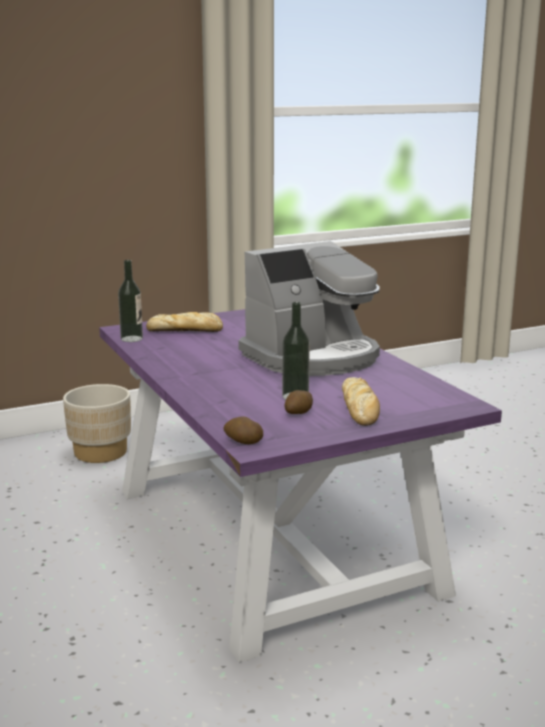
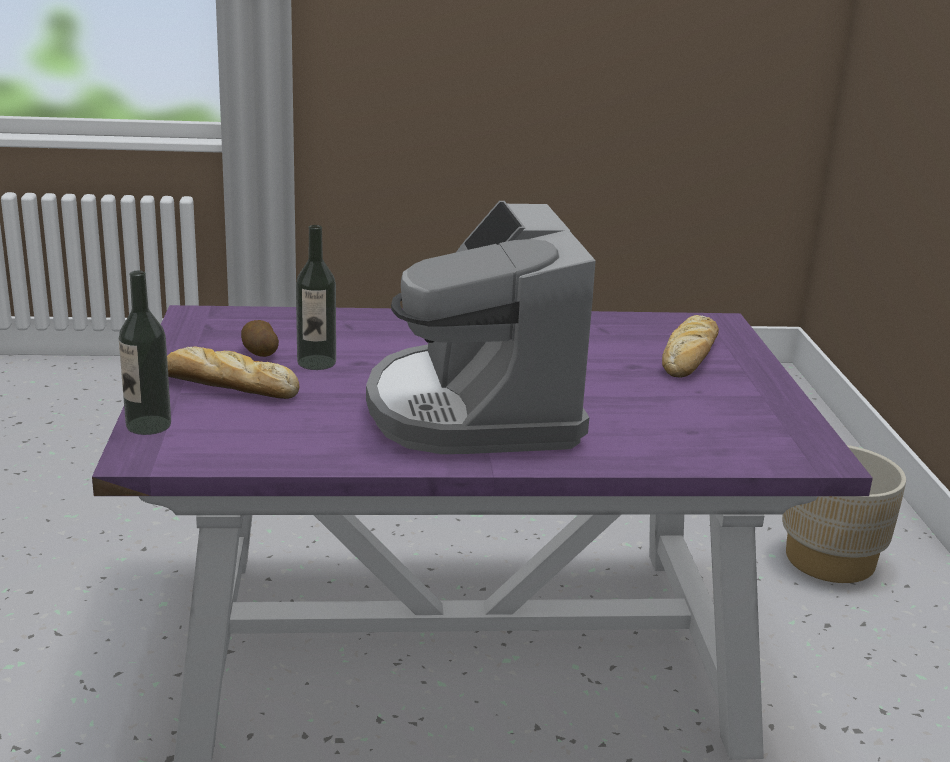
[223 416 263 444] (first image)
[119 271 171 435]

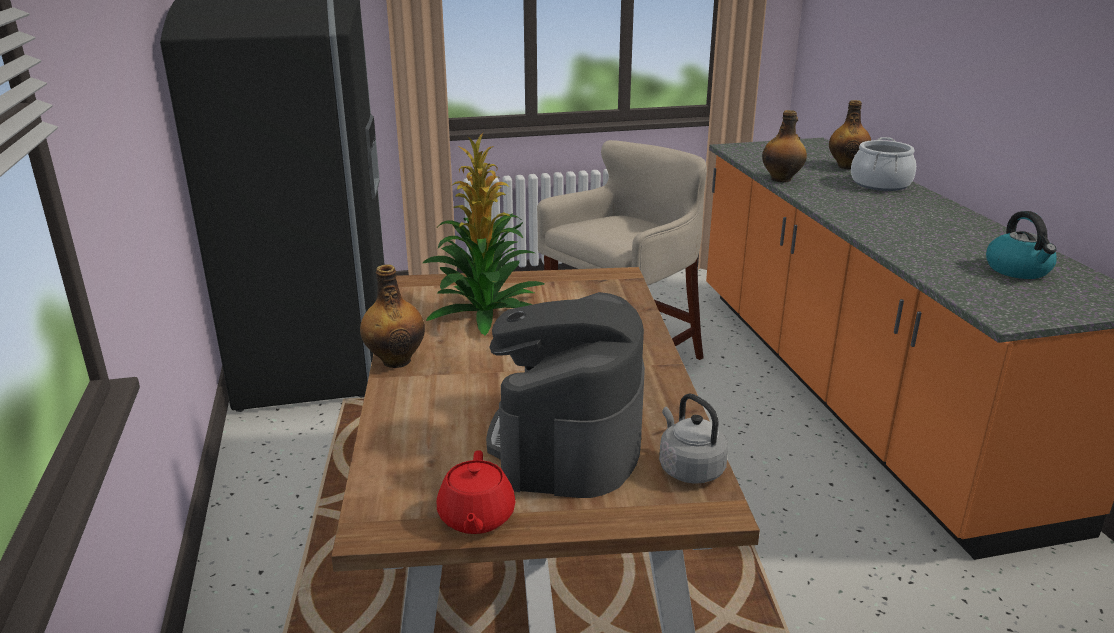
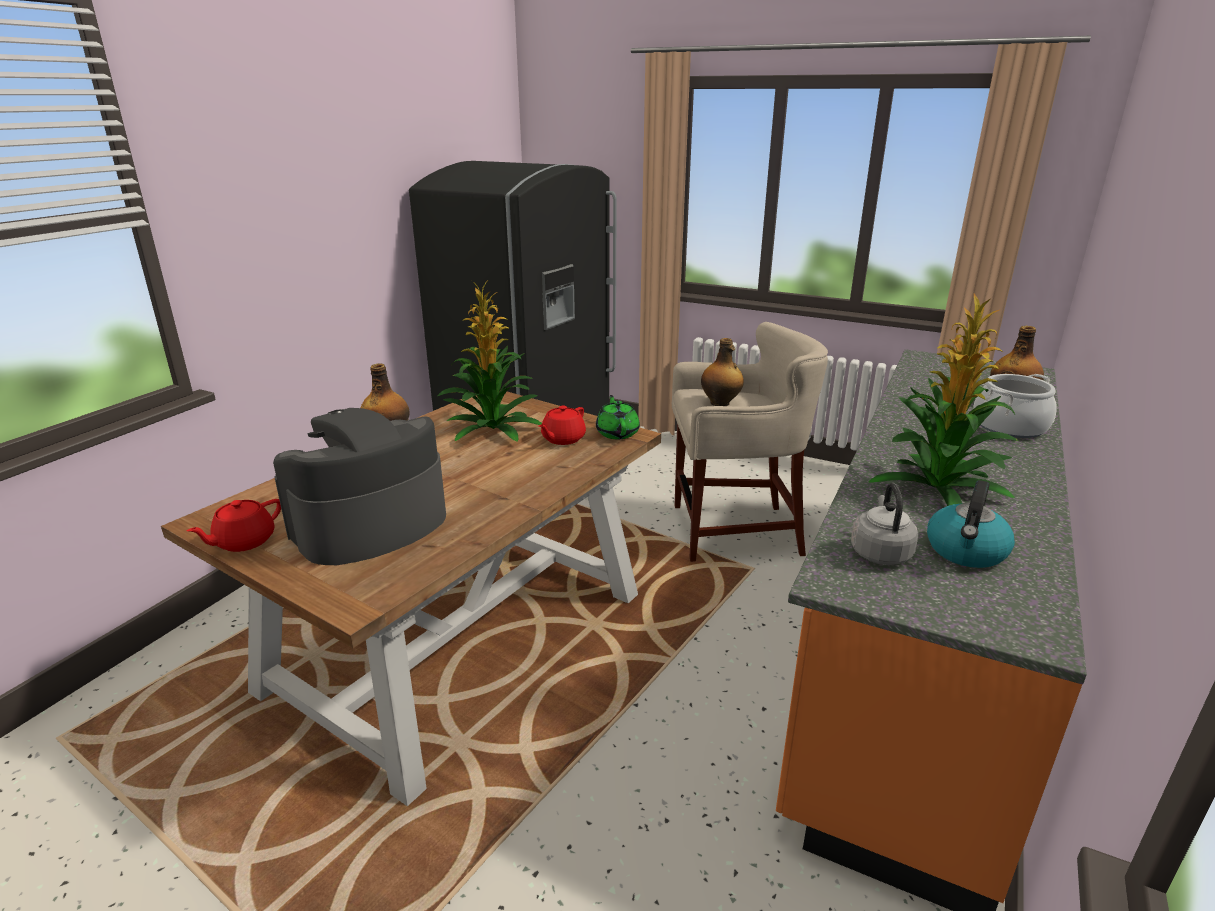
[539 406 586 445]
[596 395 640 439]
[869 294 1019 506]
[851 483 918 565]
[701 338 744 406]

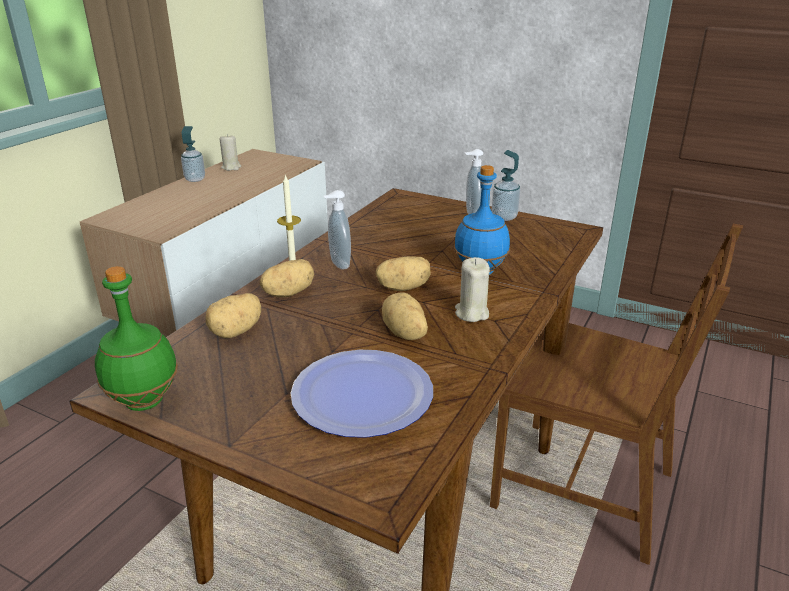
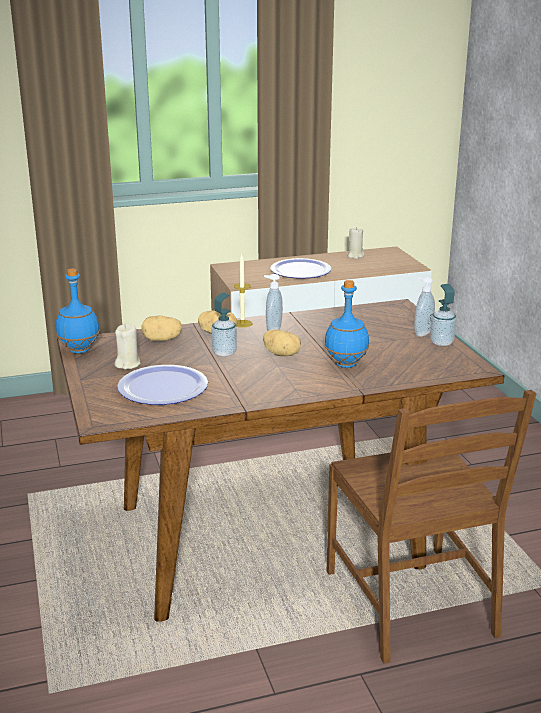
[382 292 428 340] (first image)
[270 258 331 279]
[212 292 237 357]
[114 324 141 370]
[56 269 100 354]

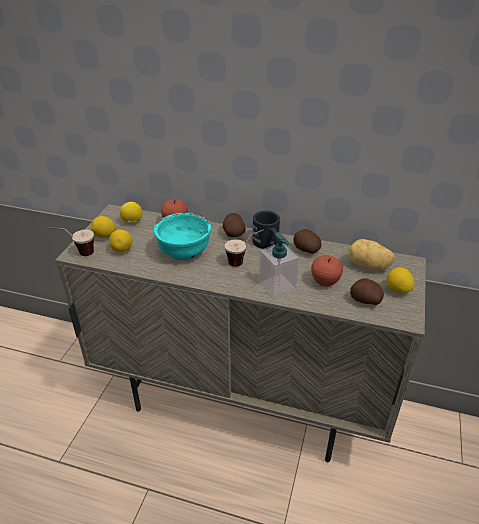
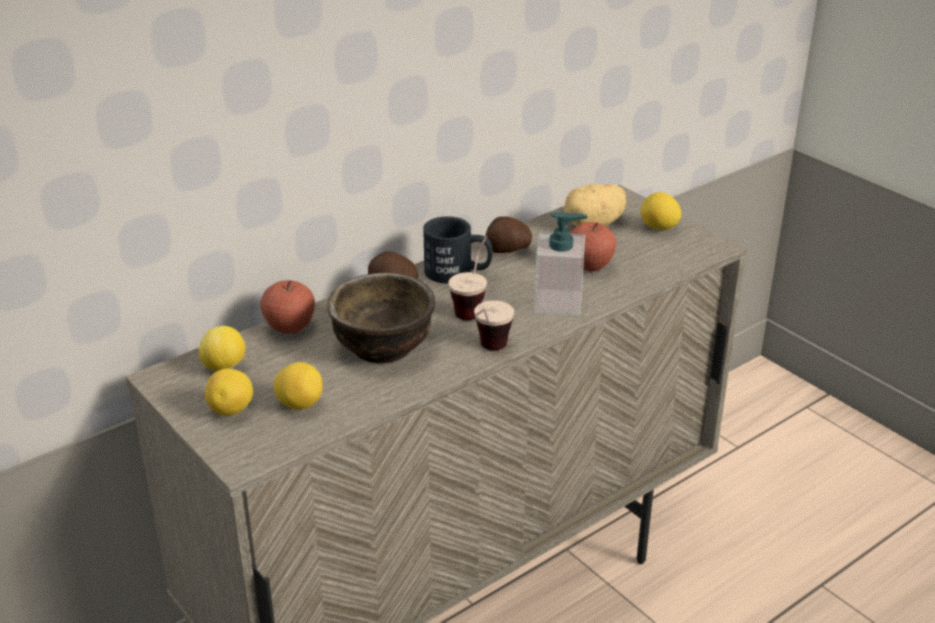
[350 278 384 305] (first image)
[474 300 514 350]
[327 273 435 363]

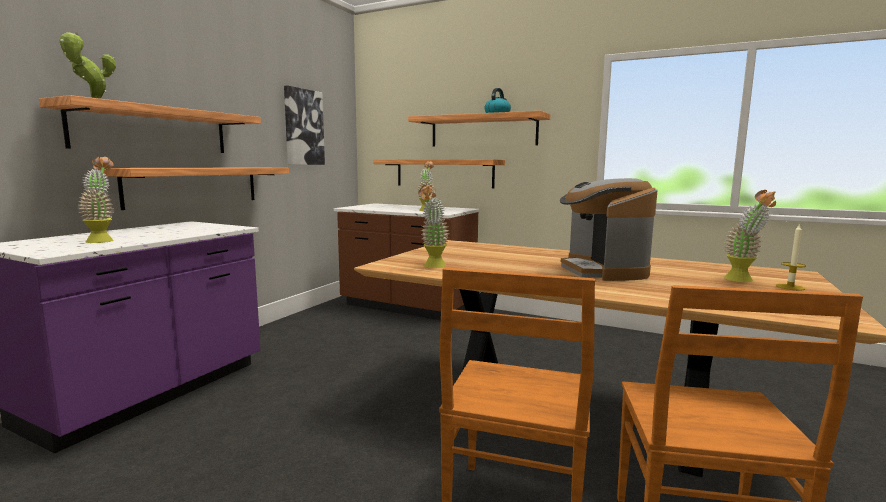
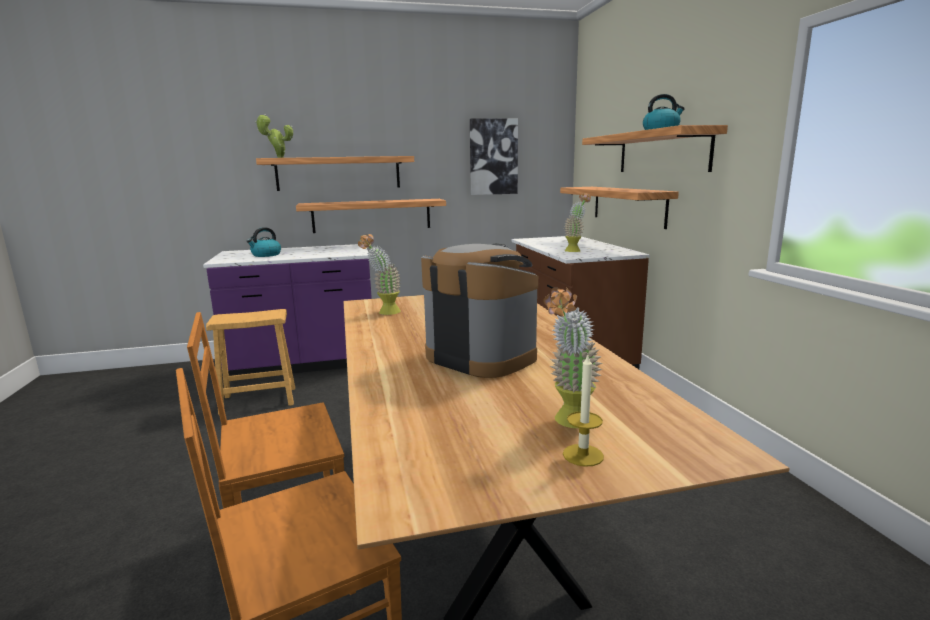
[206 309 295 415]
[246 227 281 257]
[421 244 538 378]

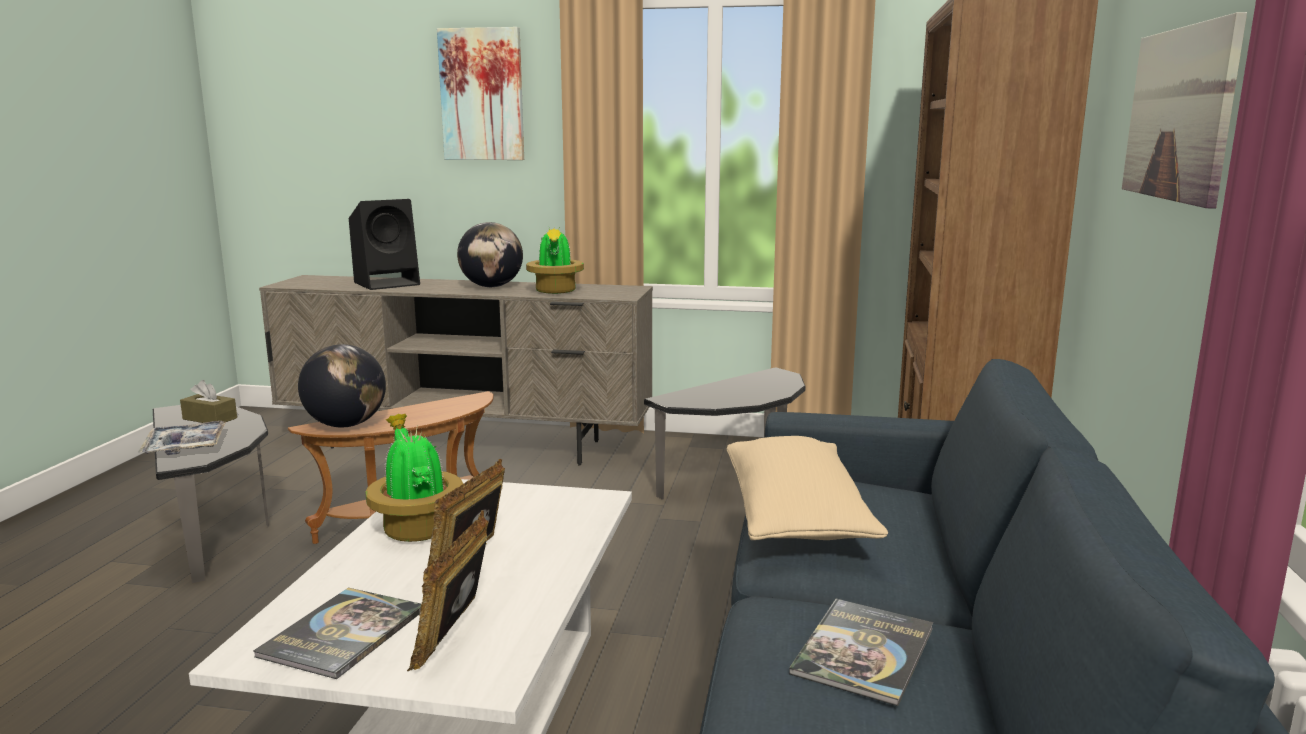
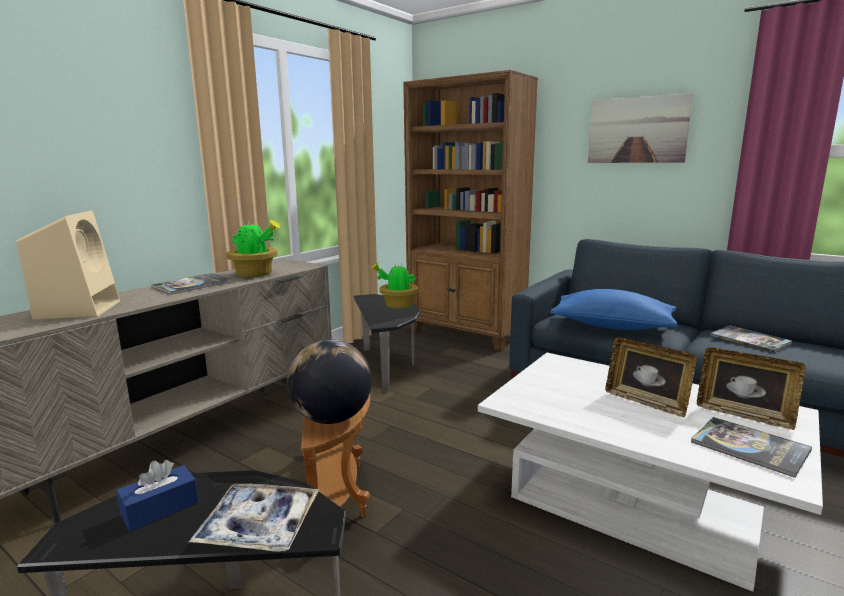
[437 27 524 160] (first image)
[371 263 418 308]
[151 273 231 295]
[116 460 199 531]
[16 210 120 320]
[550 289 678 330]

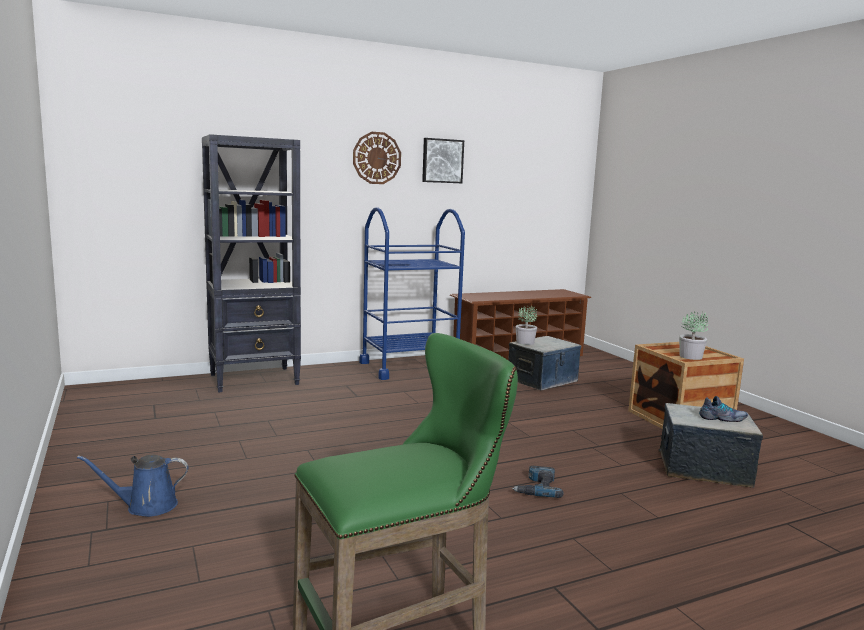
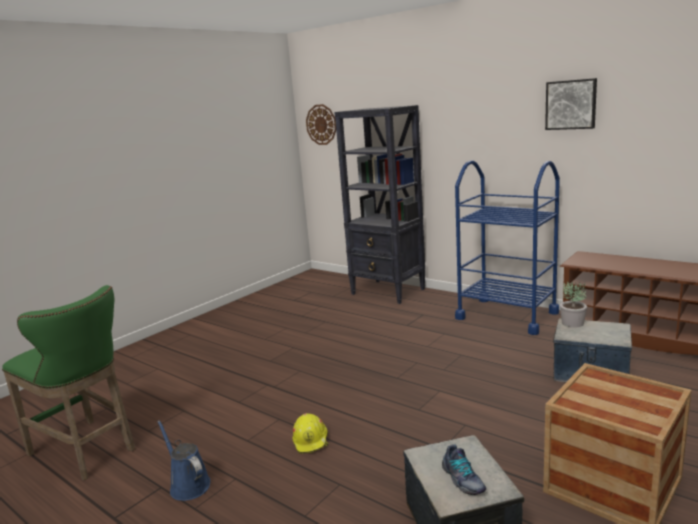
[679 311 708 360] (first image)
[157 420 211 501]
[306 104 336 145]
[292 413 329 454]

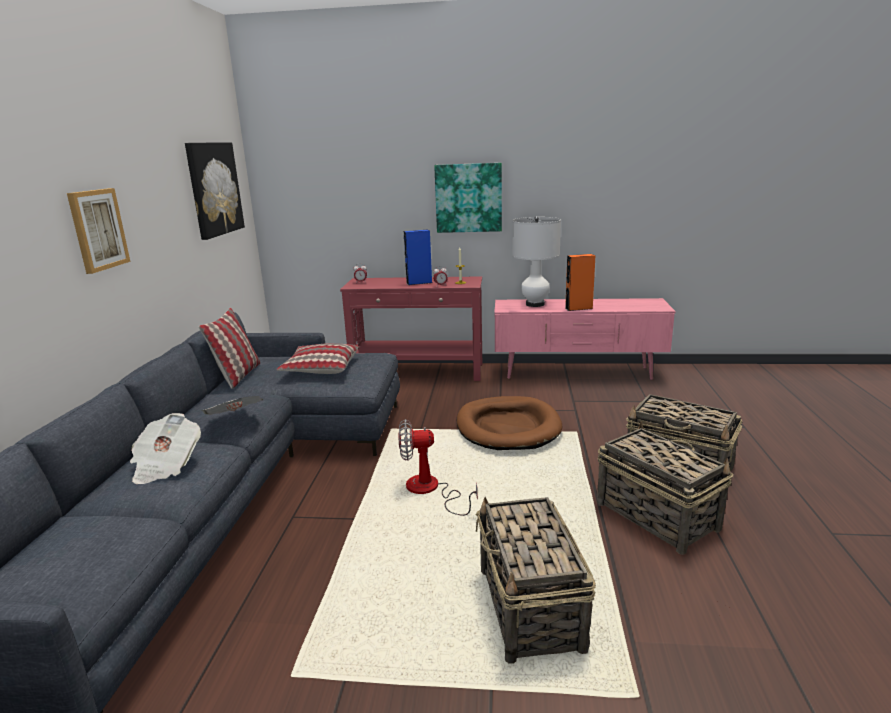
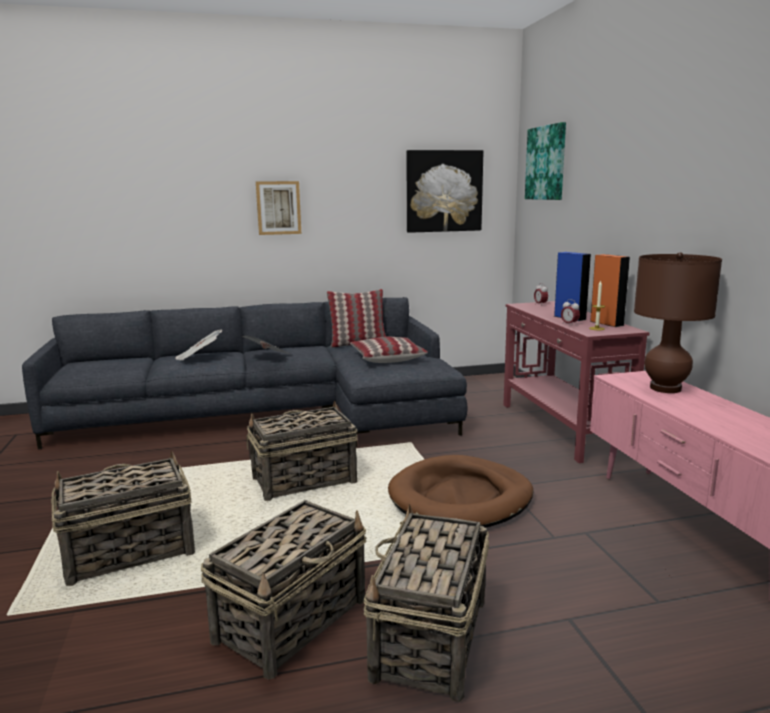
[525 122 566 200]
[590 254 630 327]
[247 400 358 501]
[634 252 722 393]

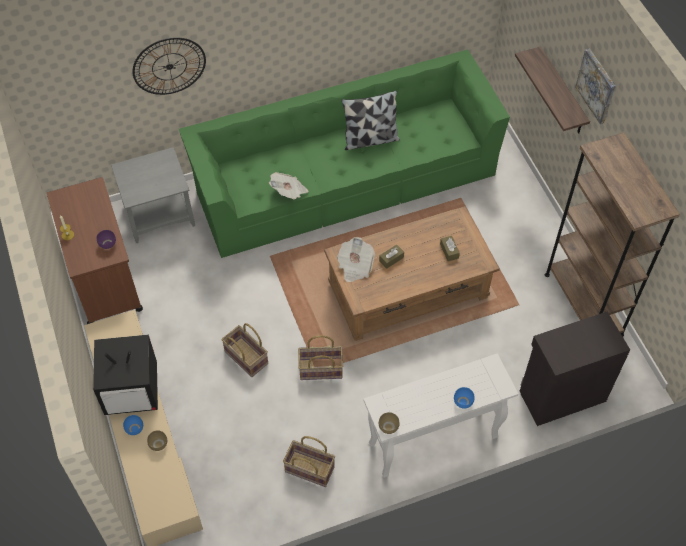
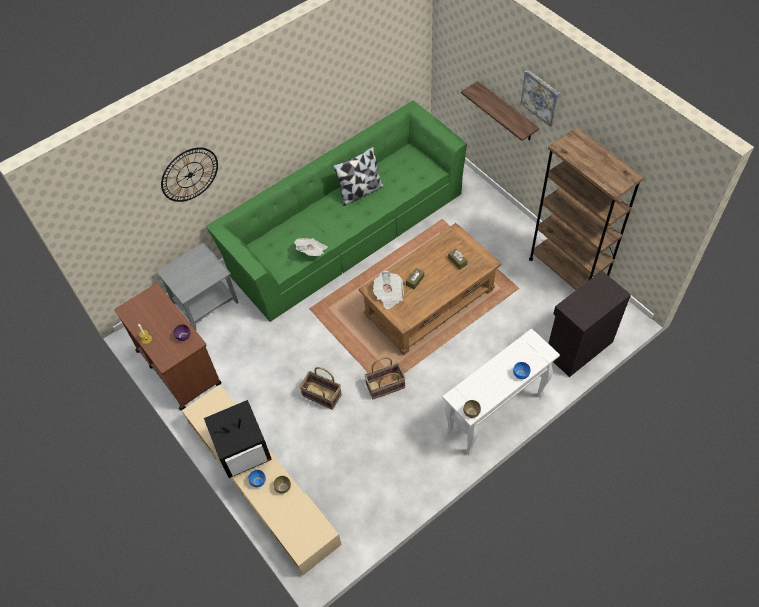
[283 436 335 487] (first image)

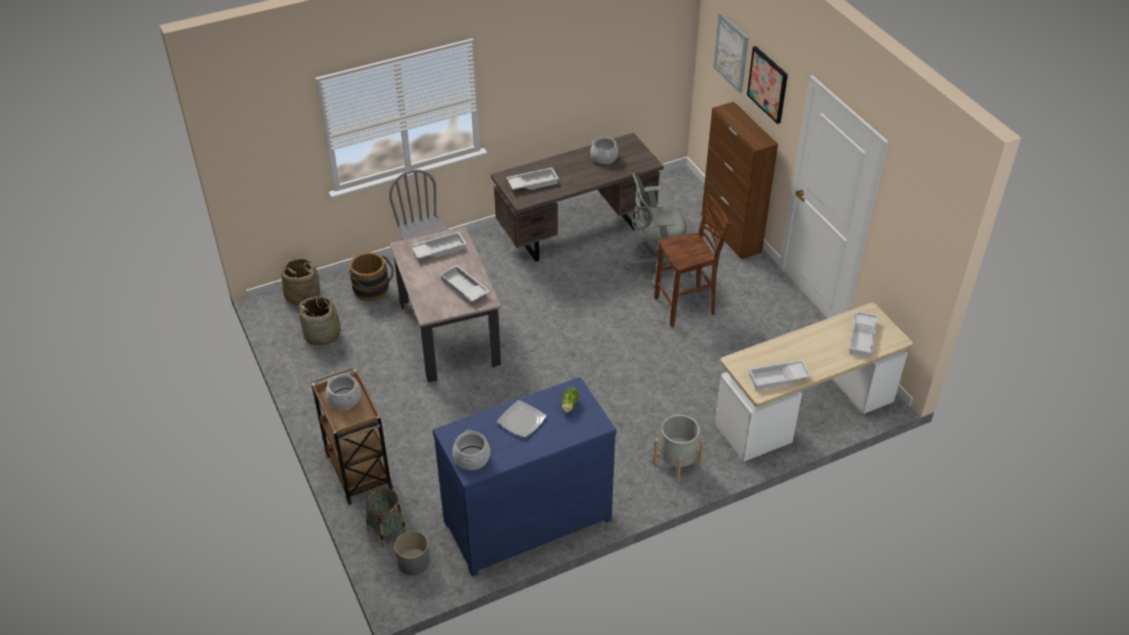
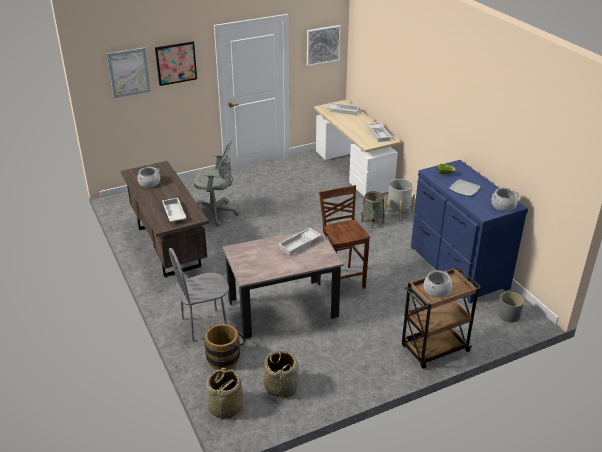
[411 231 466 259] (first image)
[701 102 778 259] (first image)
[307 25 341 66]
[360 191 385 229]
[319 185 370 292]
[194 140 240 226]

